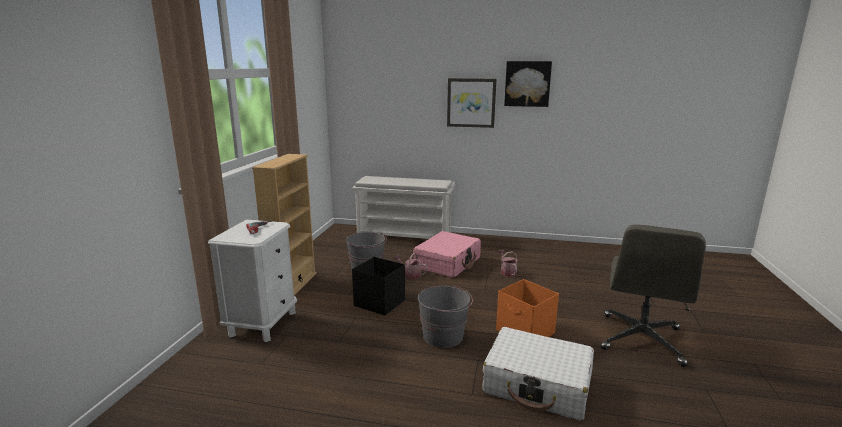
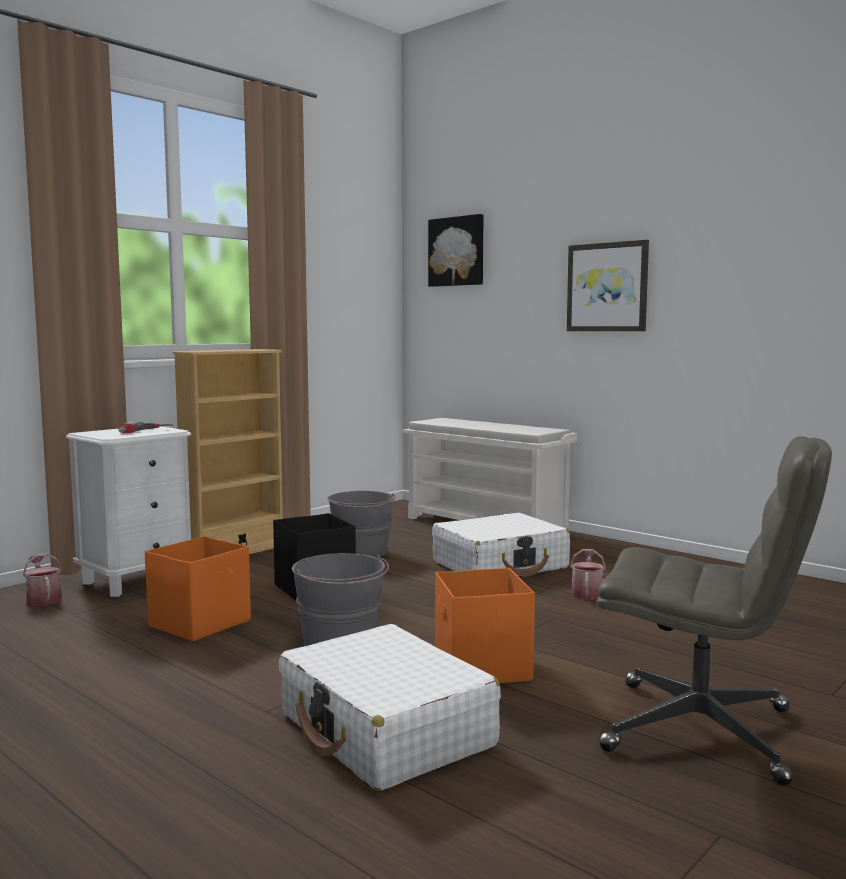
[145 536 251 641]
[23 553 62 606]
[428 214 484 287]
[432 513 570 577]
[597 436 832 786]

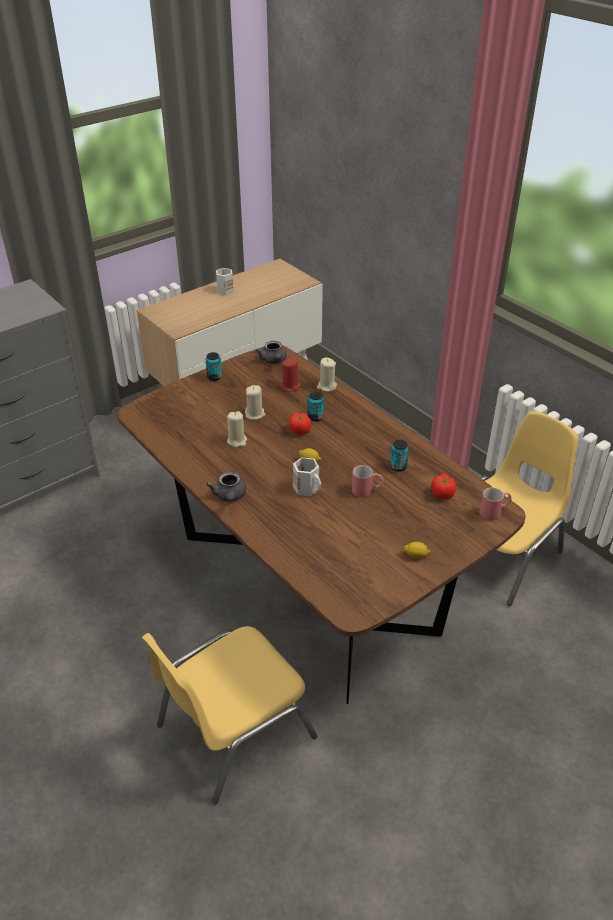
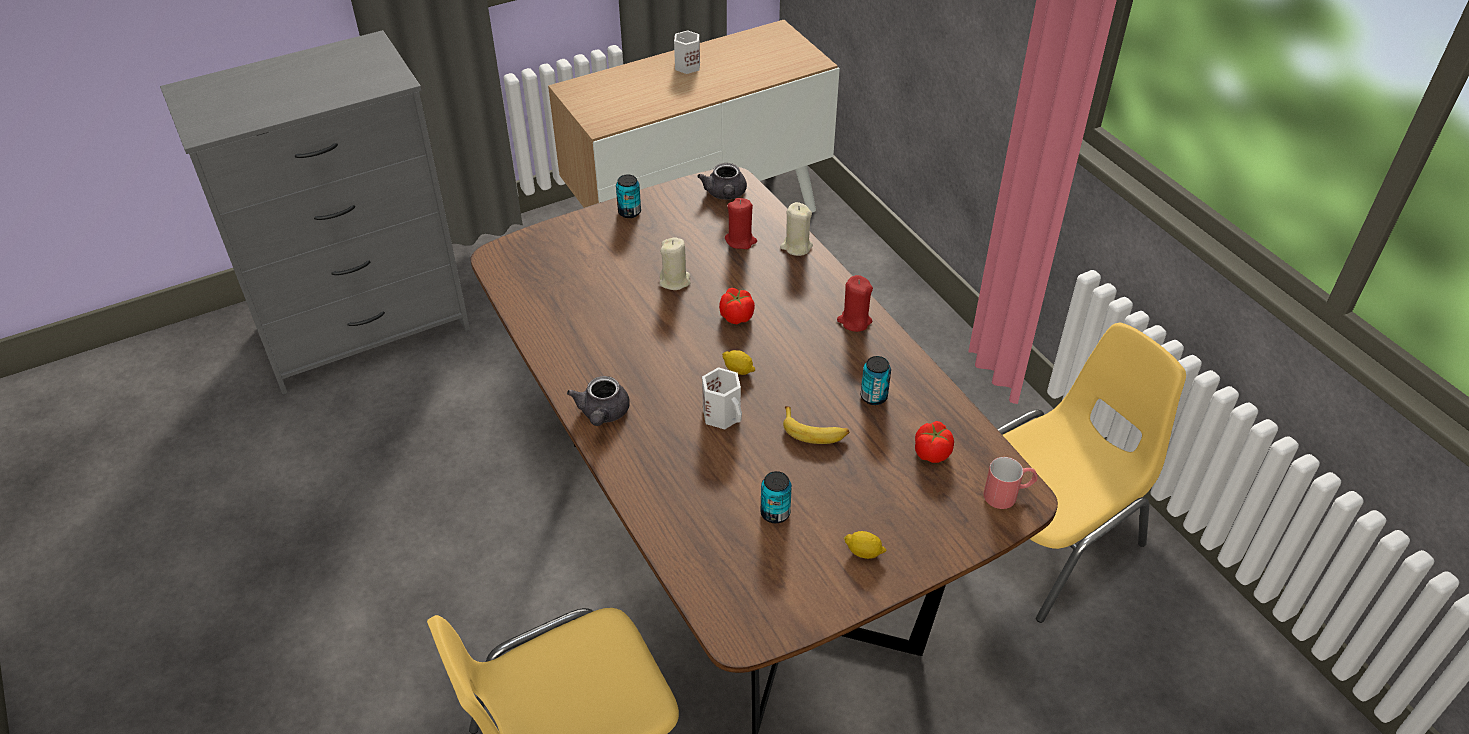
[227 411 247 447] (first image)
[837 275 873 332]
[760 471 792 523]
[783 406 849 444]

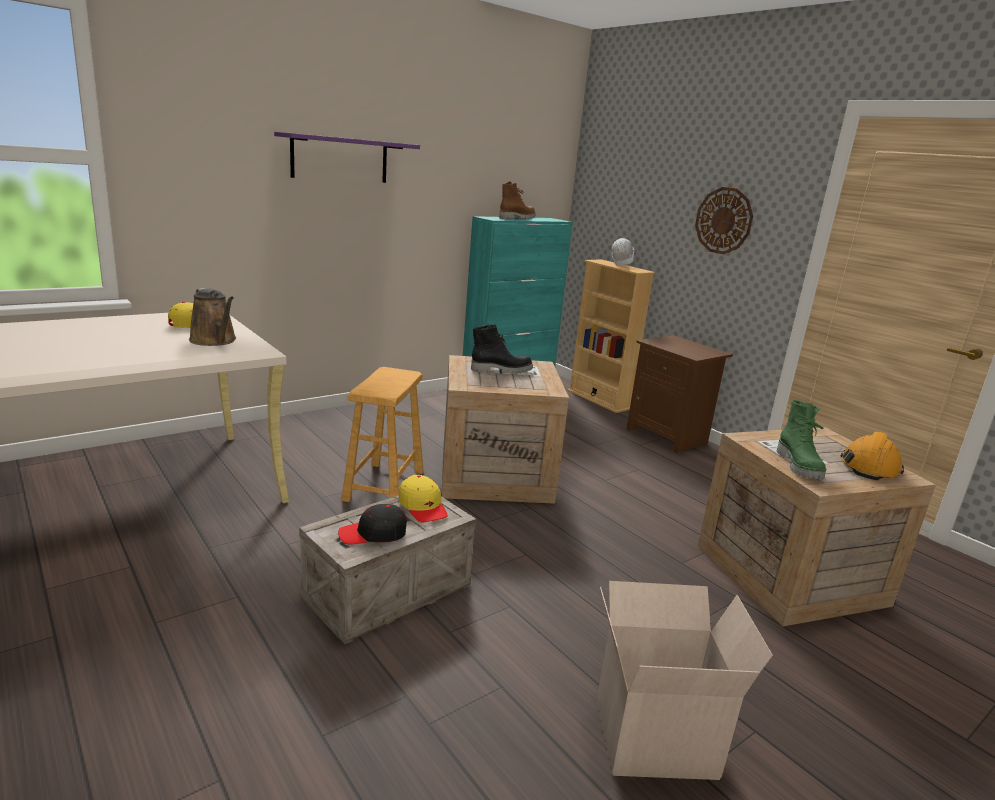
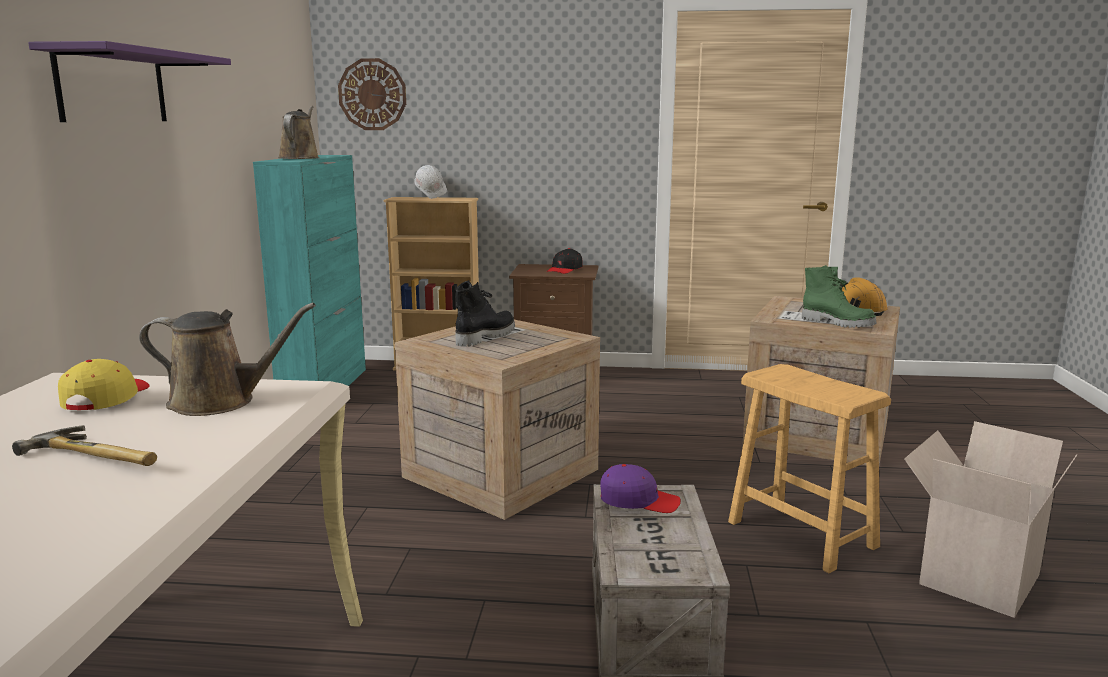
[12 425 157 466]
[547 248 583 274]
[728 364 891 573]
[338 58 406 130]
[278 106 319 159]
[600 464 681 513]

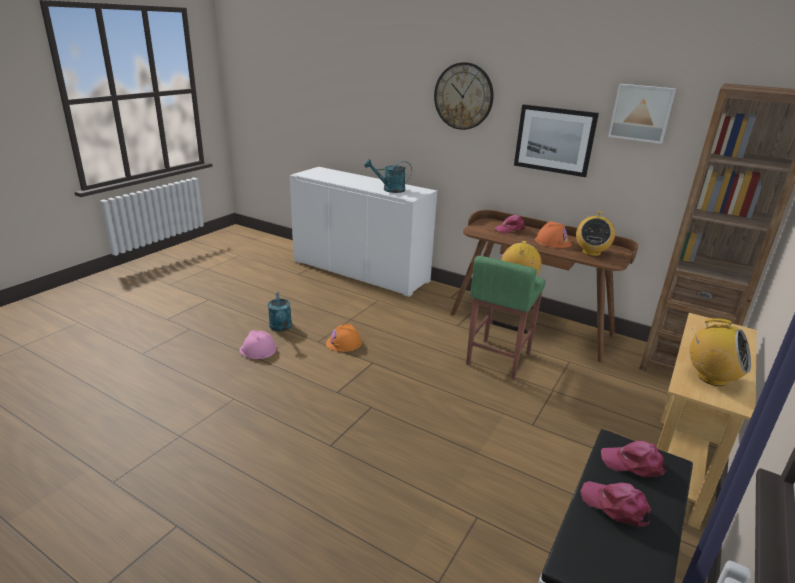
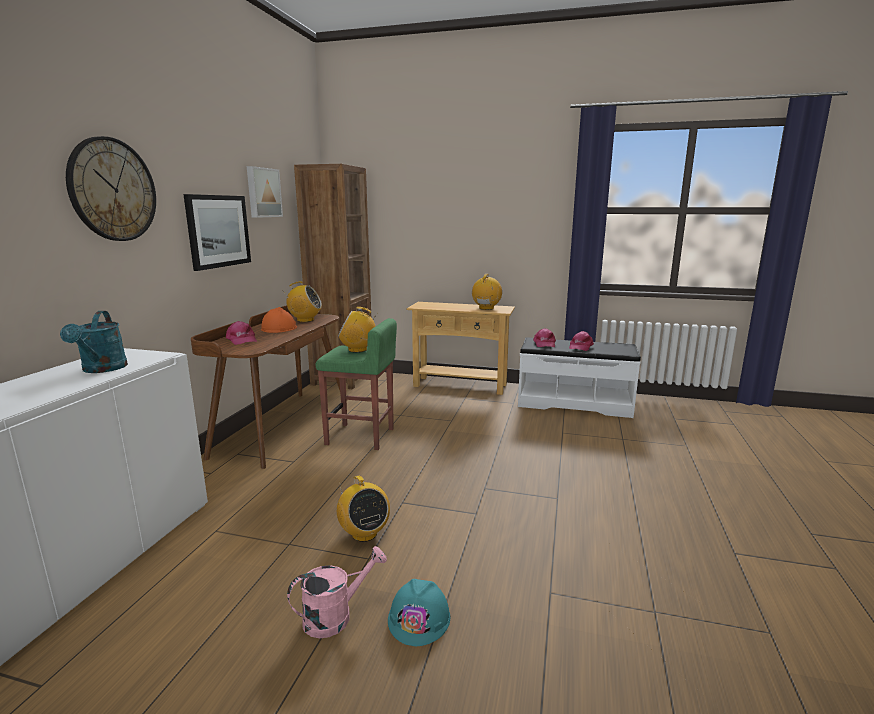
[337 476 390 542]
[388 579 450 646]
[287 546 387 638]

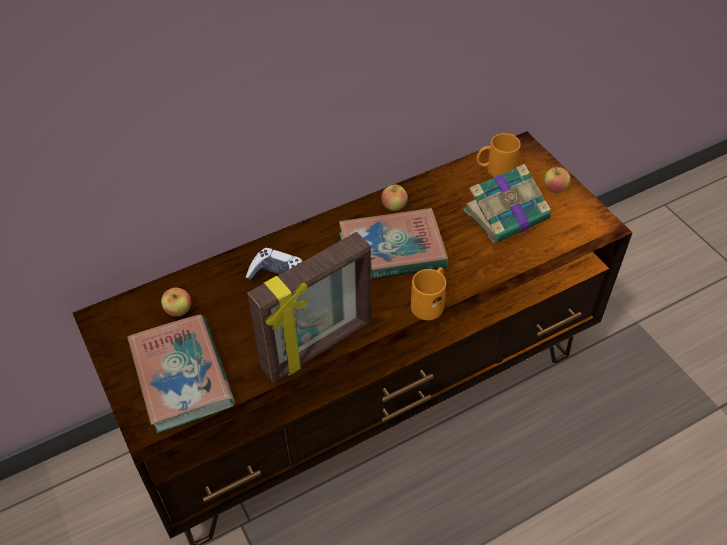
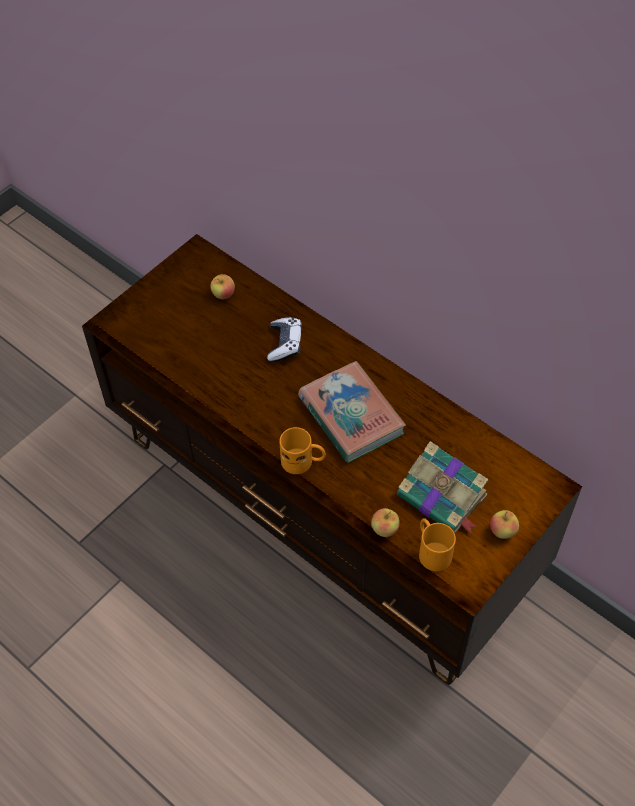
[127 315 235 433] (first image)
[247 232 371 383] (first image)
[371 508 400 537]
[419 518 456 571]

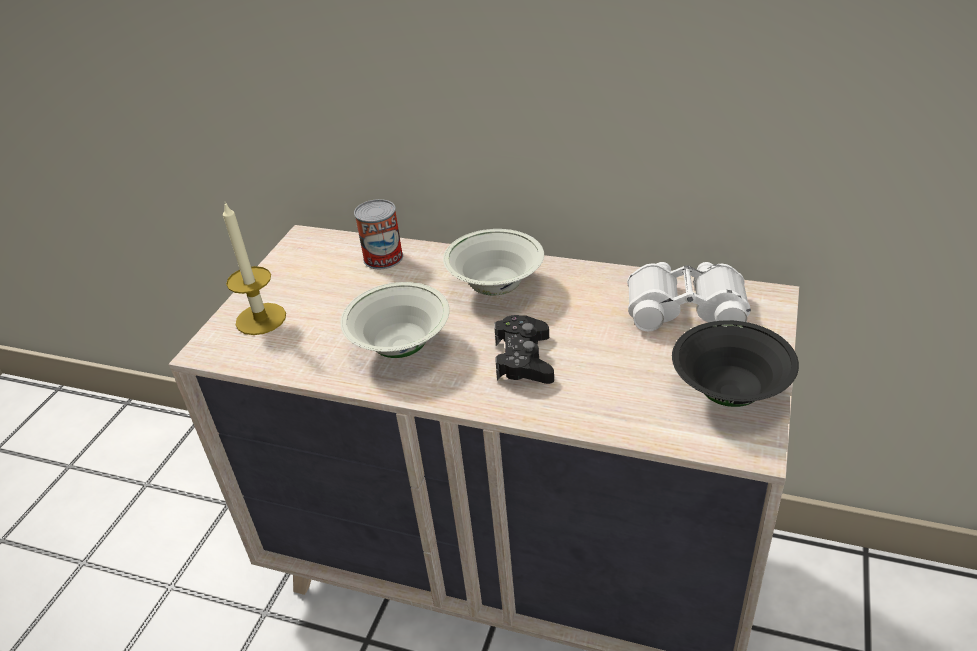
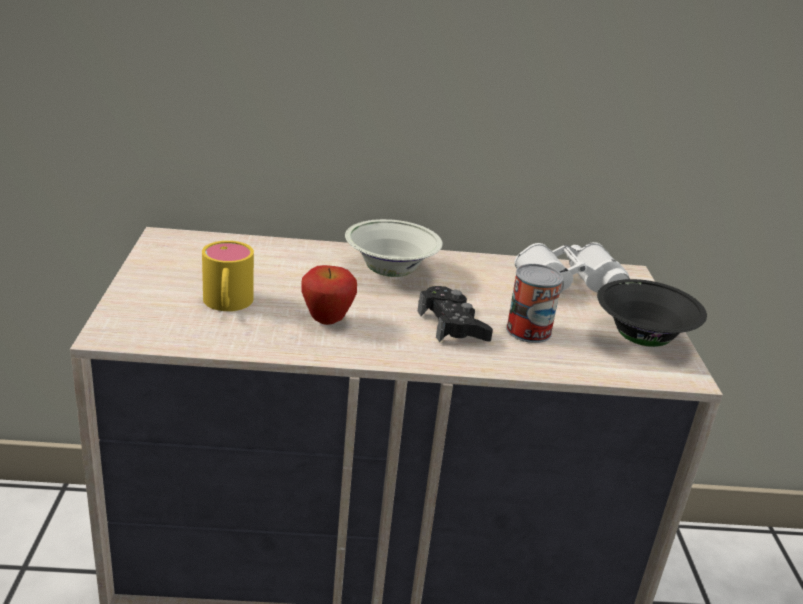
[223 203 286 335] (first image)
[202 241 254 311]
[506 264 563 343]
[301 265 357 325]

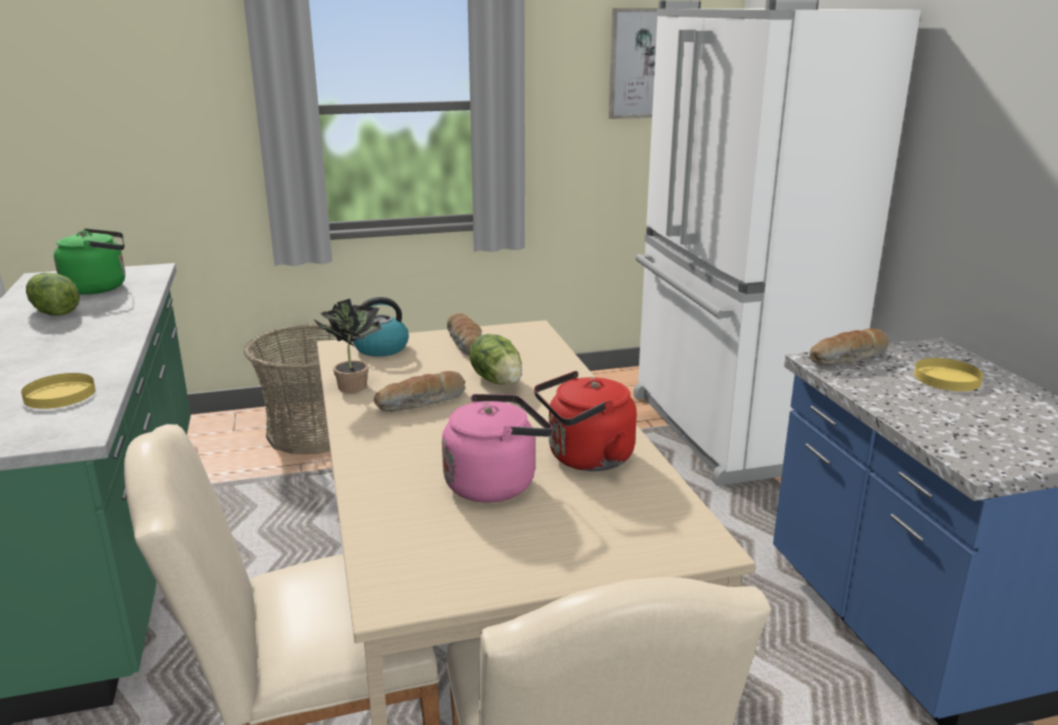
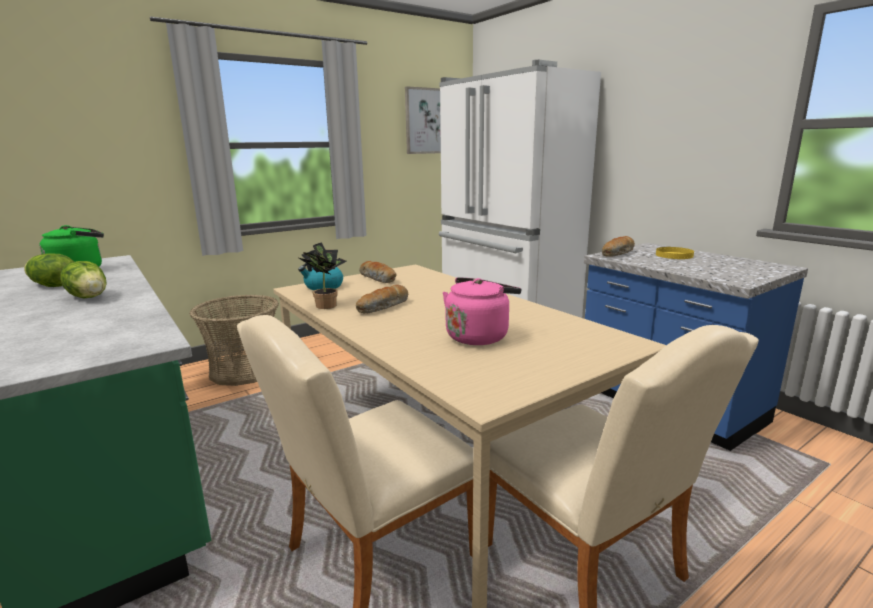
[21 373 95 409] (first image)
[534 371 637 471] (first image)
[60 261 107 298]

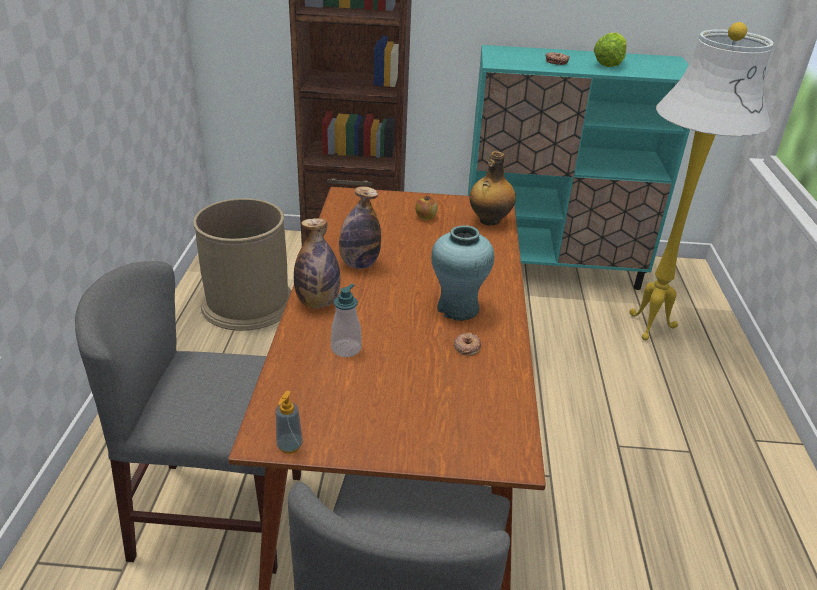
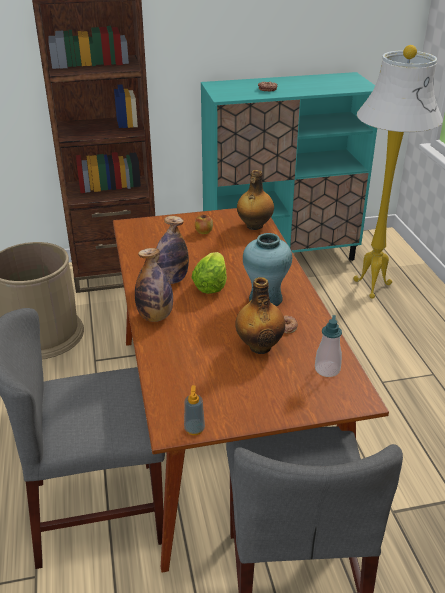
[235 277 285 354]
[315 315 342 377]
[191 252 227 294]

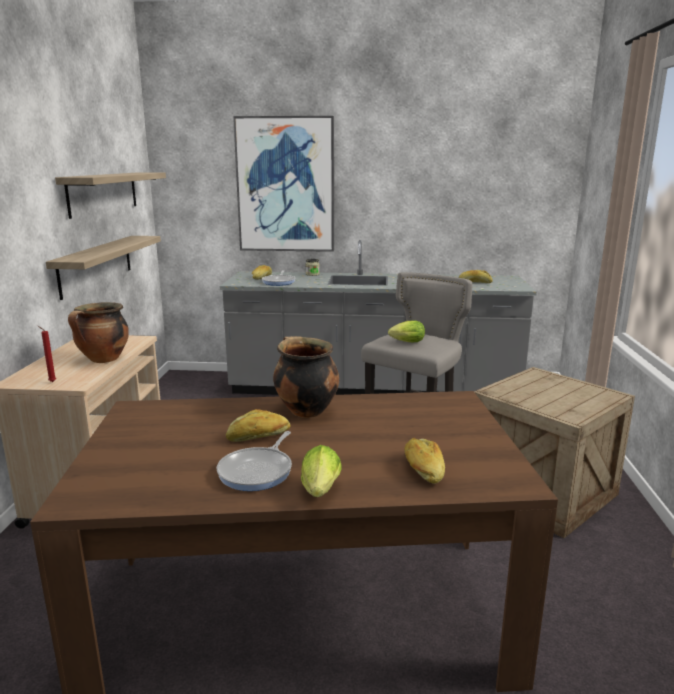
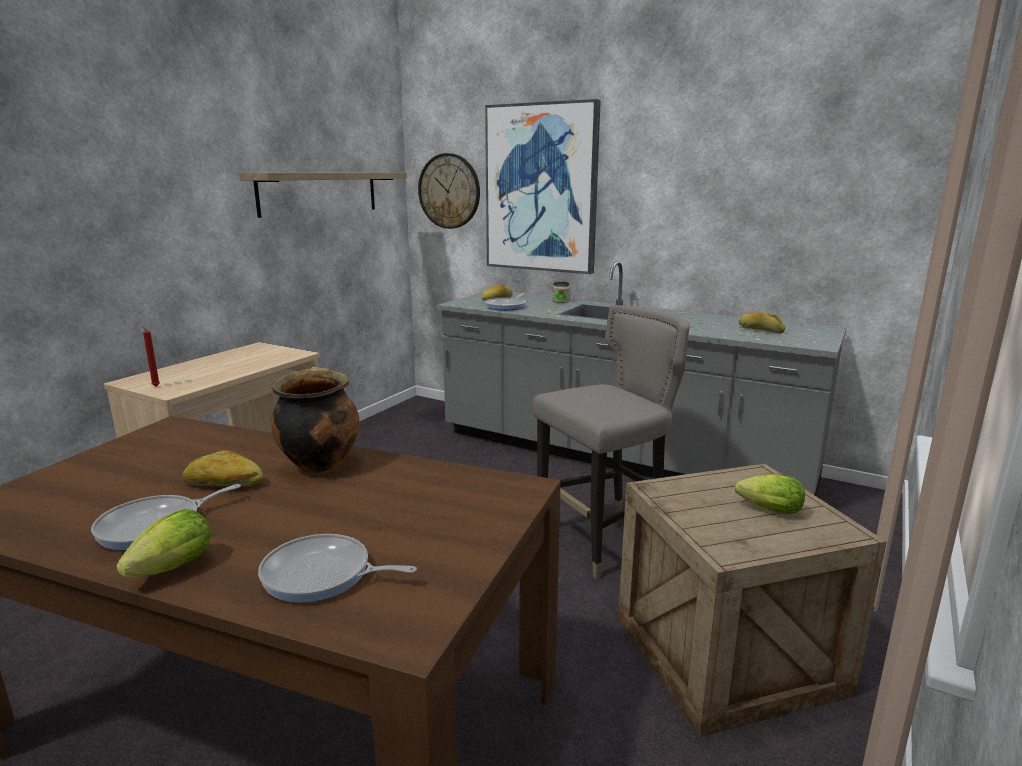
[46 236 161 300] (first image)
[68 302 129 363] (first image)
[418 153 480 229]
[735 474 805 515]
[258 534 417 603]

